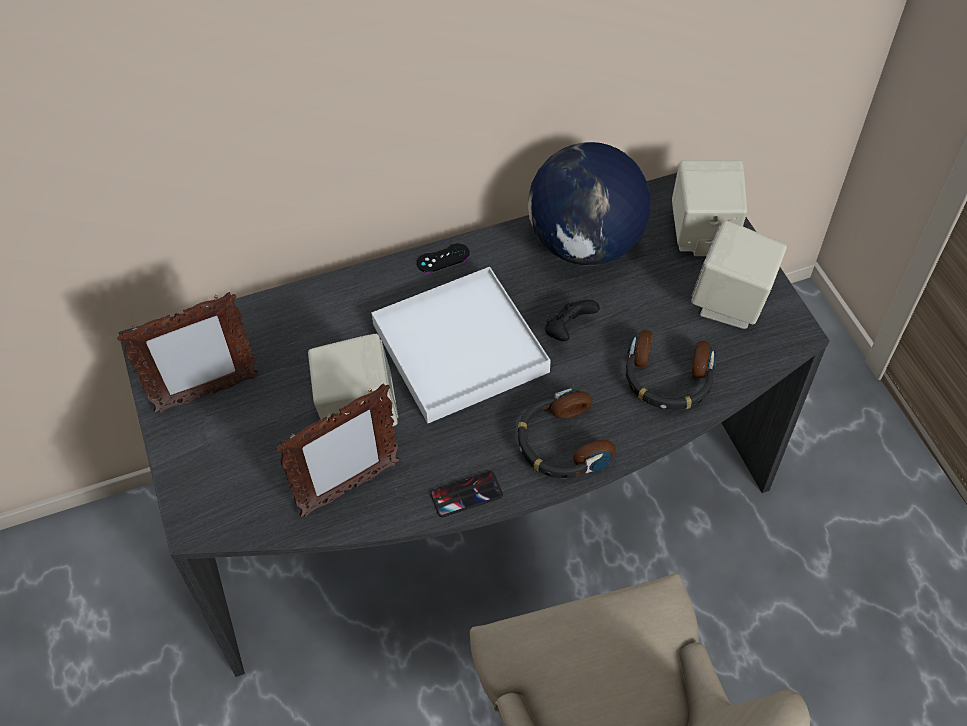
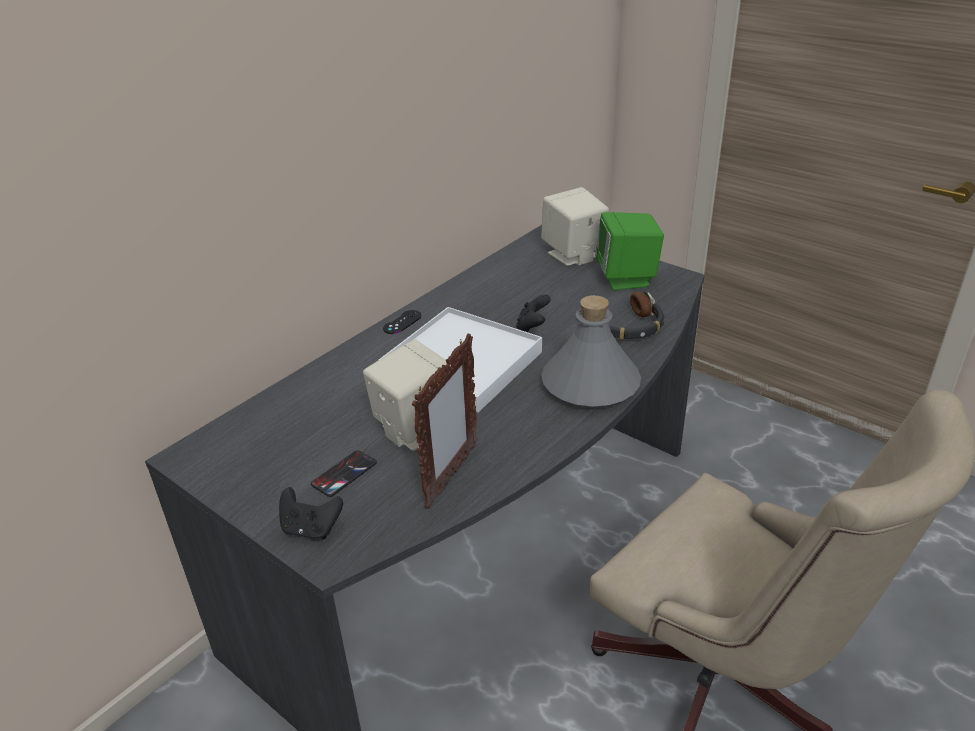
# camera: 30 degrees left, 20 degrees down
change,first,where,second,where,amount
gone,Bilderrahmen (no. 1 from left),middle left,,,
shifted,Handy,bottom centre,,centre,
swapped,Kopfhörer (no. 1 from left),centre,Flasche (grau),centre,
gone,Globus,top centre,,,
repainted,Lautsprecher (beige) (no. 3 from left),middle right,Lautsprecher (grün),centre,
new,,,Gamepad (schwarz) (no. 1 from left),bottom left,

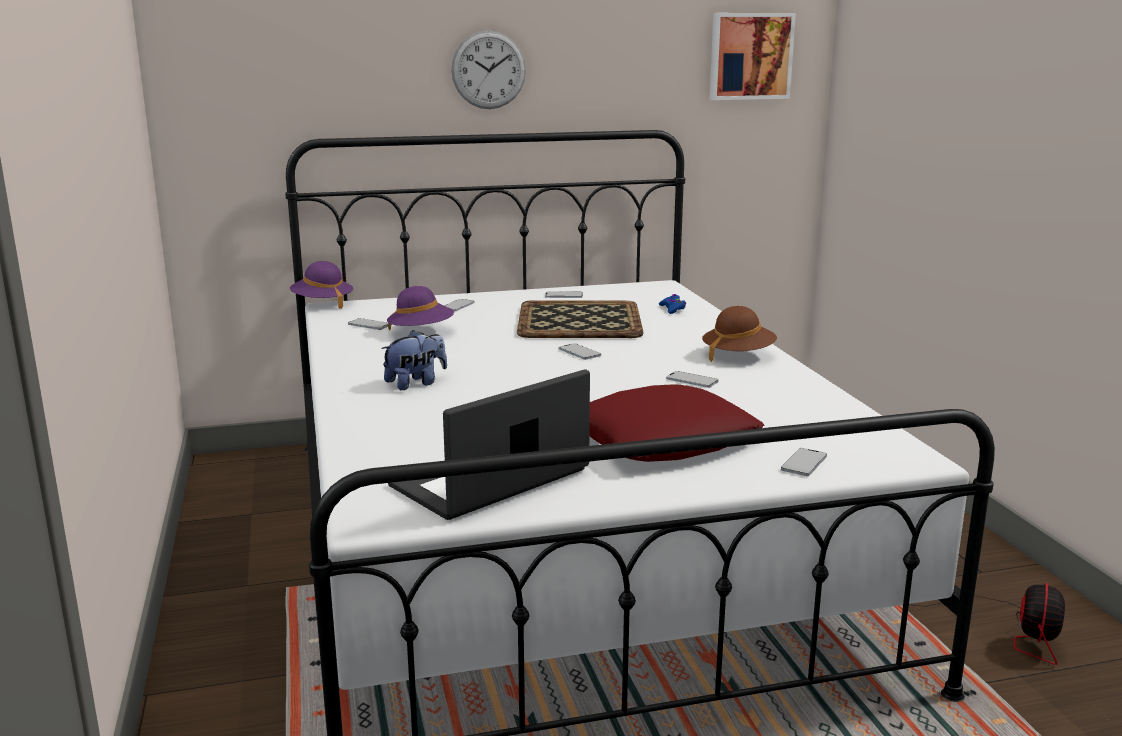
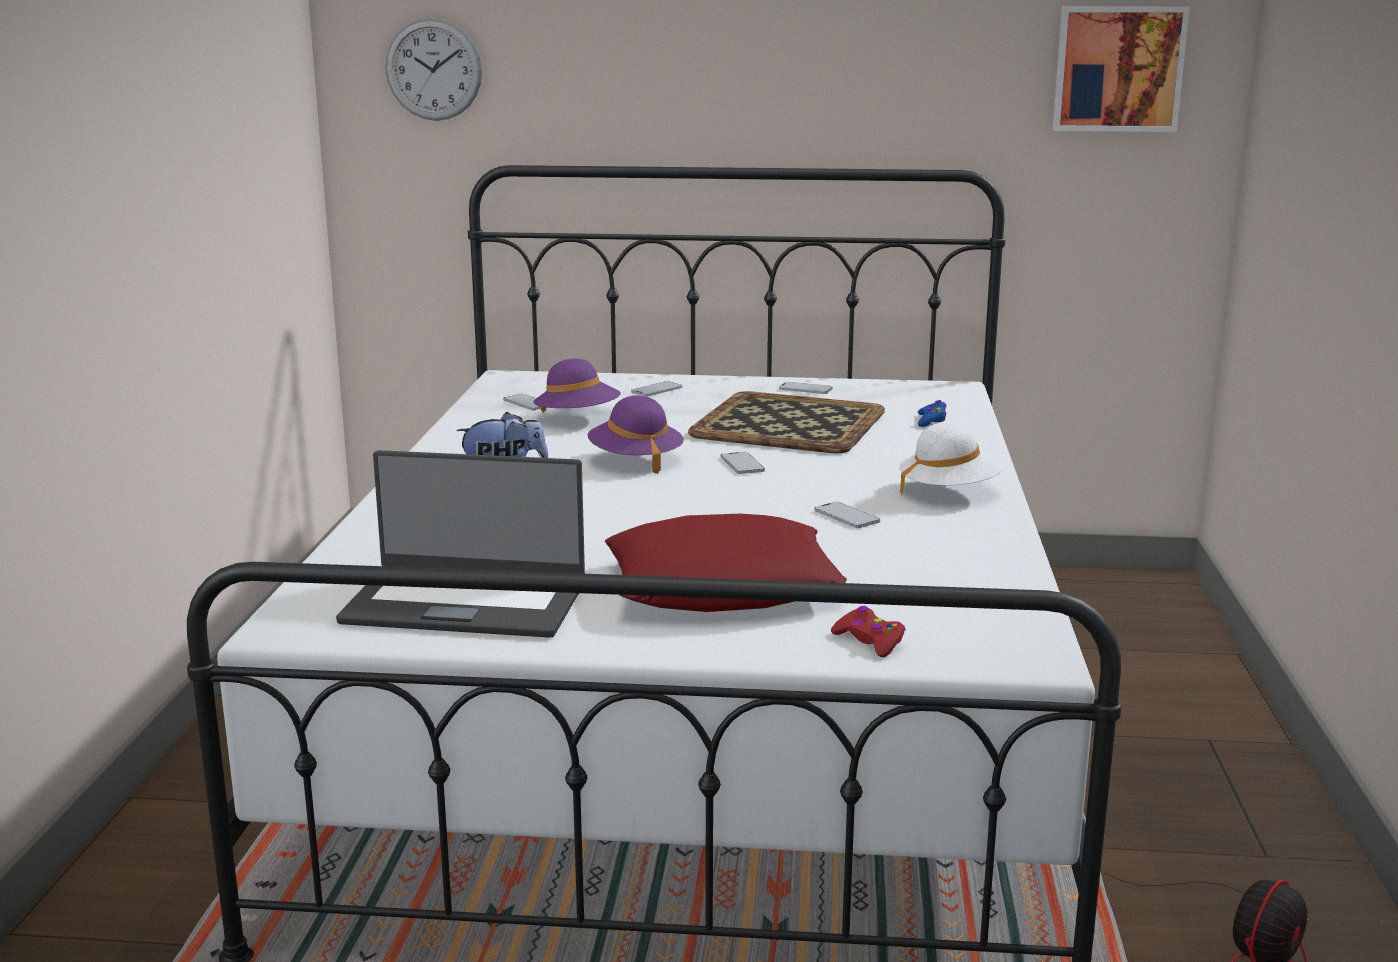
# camera: 20 degrees right, 0 degrees up
change,first,where,second,where,amount
shifted,Hut (lila) (no. 1 from left in the first image),middle left,Hut (lila) (no. 2 from left),centre,
rotated,Laptop,centre,,middle left,150 degrees counterclockwise
shifted,Wanduhr,top centre,,top left,
repainted,Hut (braun),centre,Hut (weiß),middle right,
swapped,Handy (no. 6 from left),middle right,Gamepad (rot),centre,

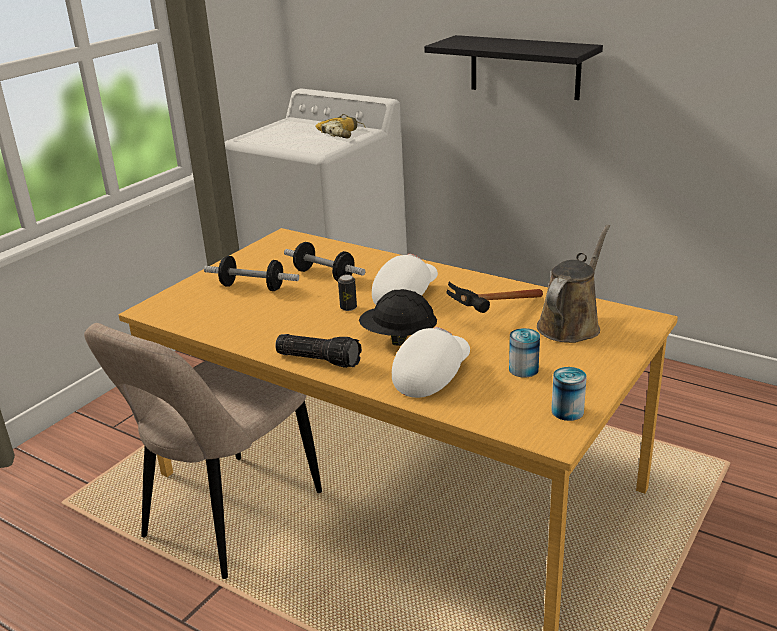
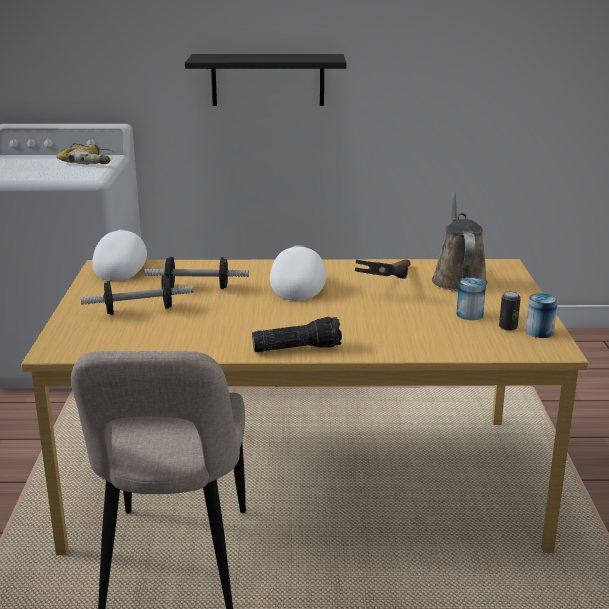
# camera: 35 degrees left, 5 degrees down
change,first,where,second,where,amount
shifted,Dose (no. 1 from left in the first image),centre,Dose (no. 2 from left),middle right,
gone,Schutzhelm (schwarz),centre,,,
shifted,Kappe (weiß) (no. 2 from left in the first image),centre,Kappe (weiß) (no. 1 from left),middle left,

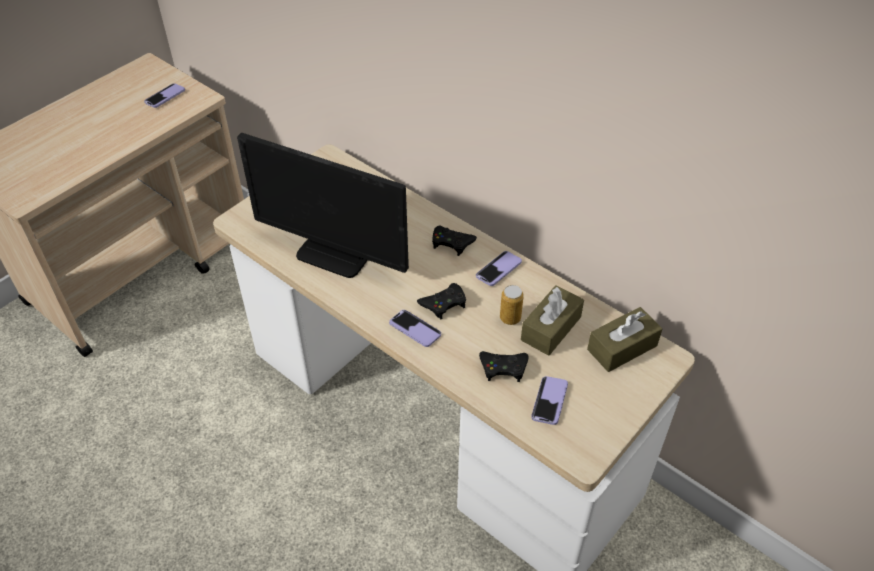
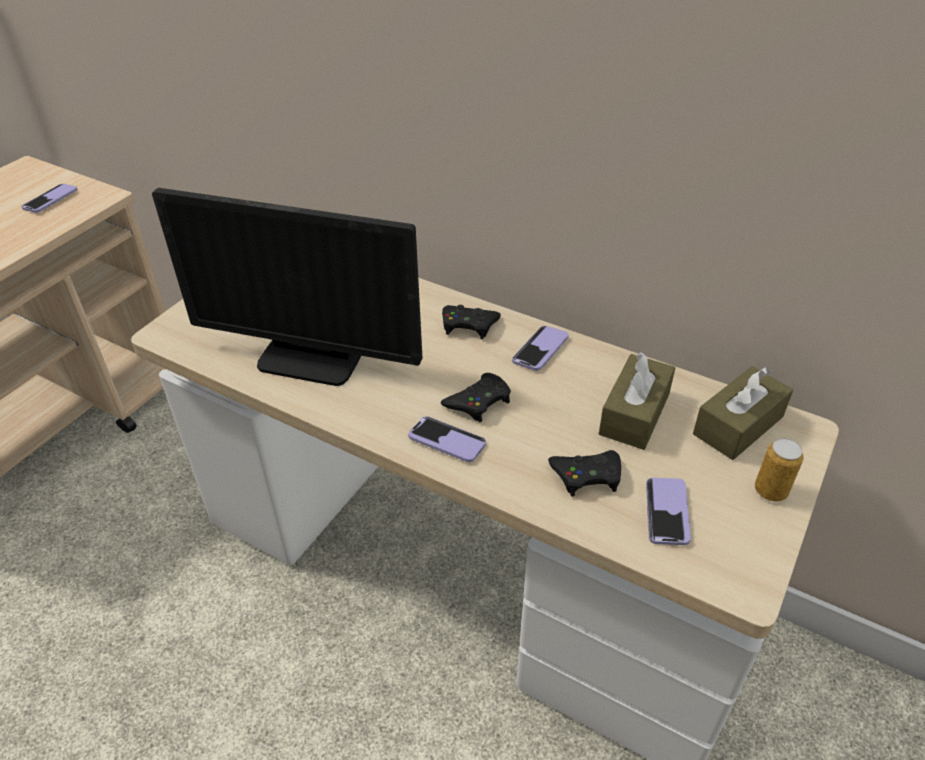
# camera: 10 degrees left, 5 degrees down
change,first,where,second,where,amount
shifted,Dose,centre,,middle right,

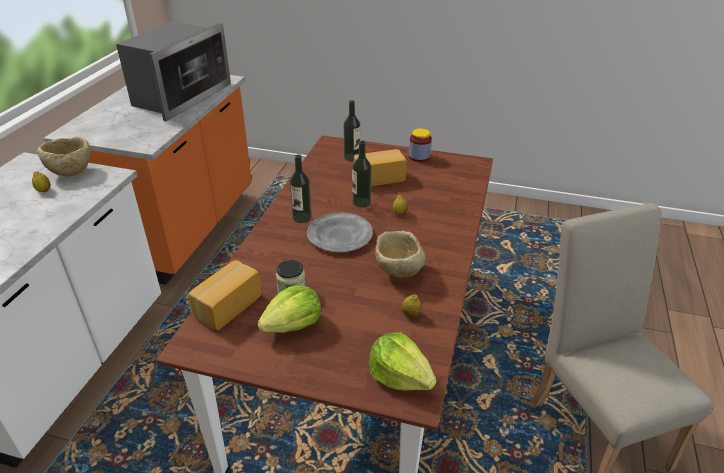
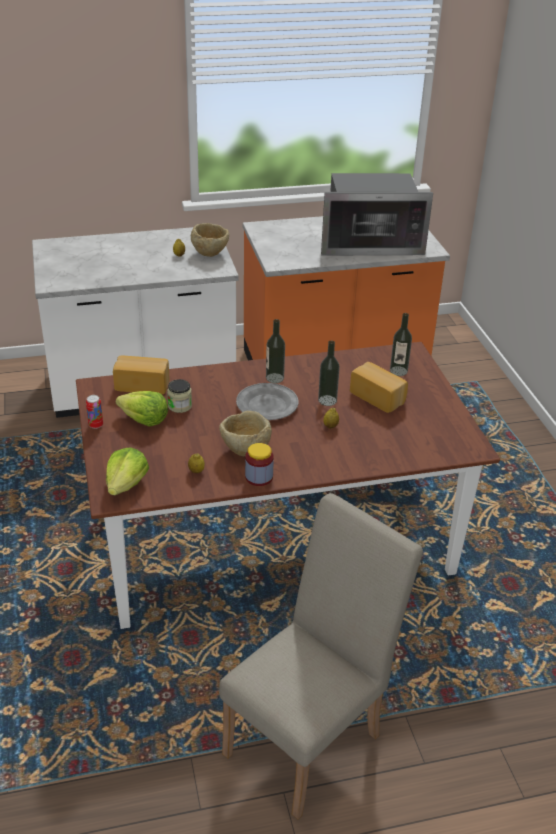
# camera: 60 degrees right, 0 degrees up
change,first,where,second,where,amount
shifted,Vorratsglas (no. 2 from left),top centre,,centre,
new,,,Dose,middle left,

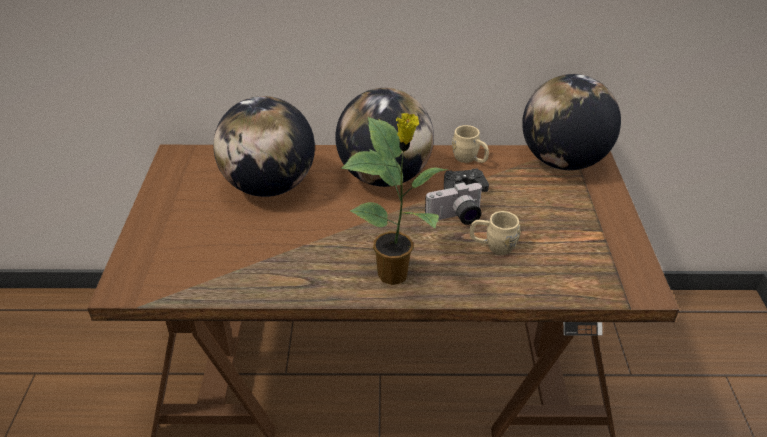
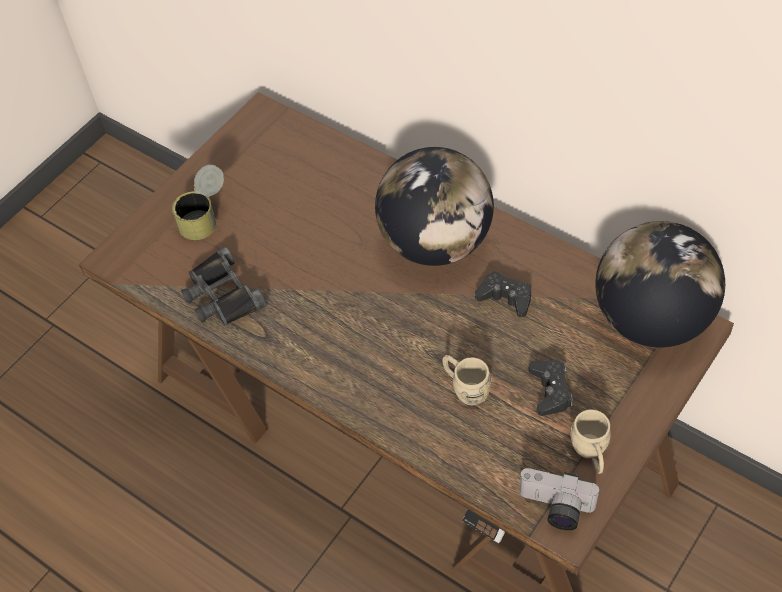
# camera: 40 degrees right, 15 degrees up
change,first,where,second,where,amount
gone,Globus (no. 1 from left),centre,,,
gone,Topfpflanze,centre,,,
shifted,Kamera,centre,,bottom right,
shifted,Henkelbecher (beige) (no. 1 from left in the first image),top centre,Henkelbecher (beige) (no. 2 from left),bottom right,
new,,,Dose,middle left,
new,,,Fernglas (schwarz),middle left,
new,,,Gamepad (schwarz) (no. 2 from left),middle right,

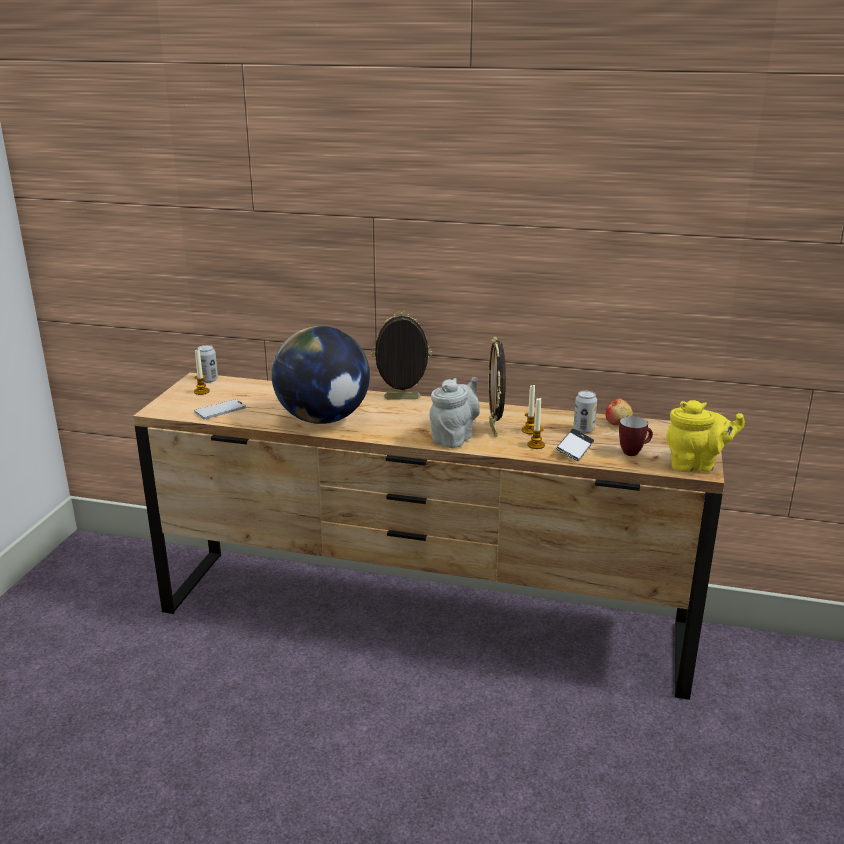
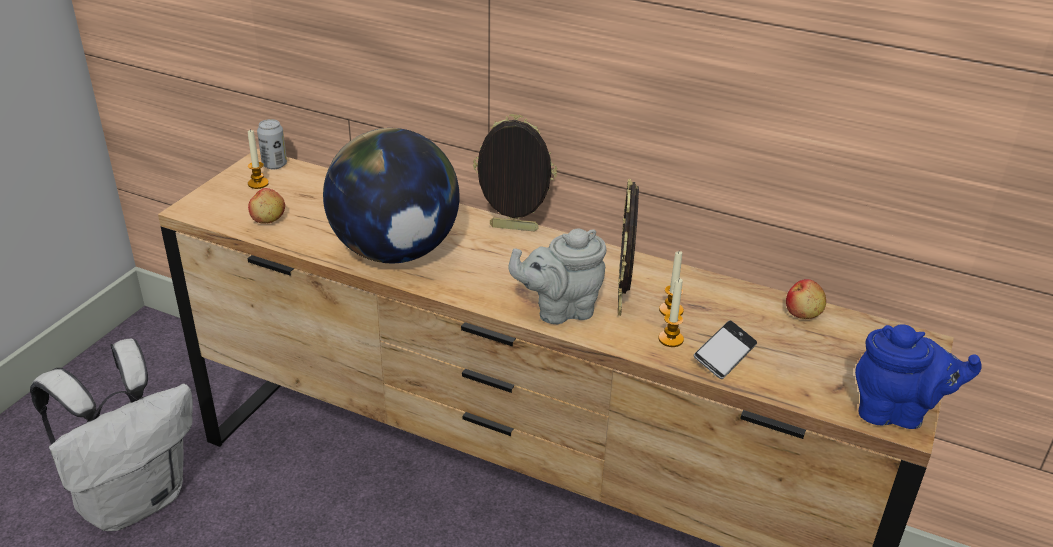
# camera: 10 degrees right, 10 degrees up
change,first,where,second,where,amount
swapped,Handy (no. 1 from left),middle left,Apfel (no. 1 from left),middle left,
rotated,Teekanne (grau),centre,,centre,150 degrees counterclockwise
gone,Dose (no. 2 from left),middle right,,,
gone,Henkelbecher,middle right,,,
repainted,Teekanne (gelb),middle right,Teekanne (blau),bottom right,
new,,,Rucksack (weiß),bottom left,

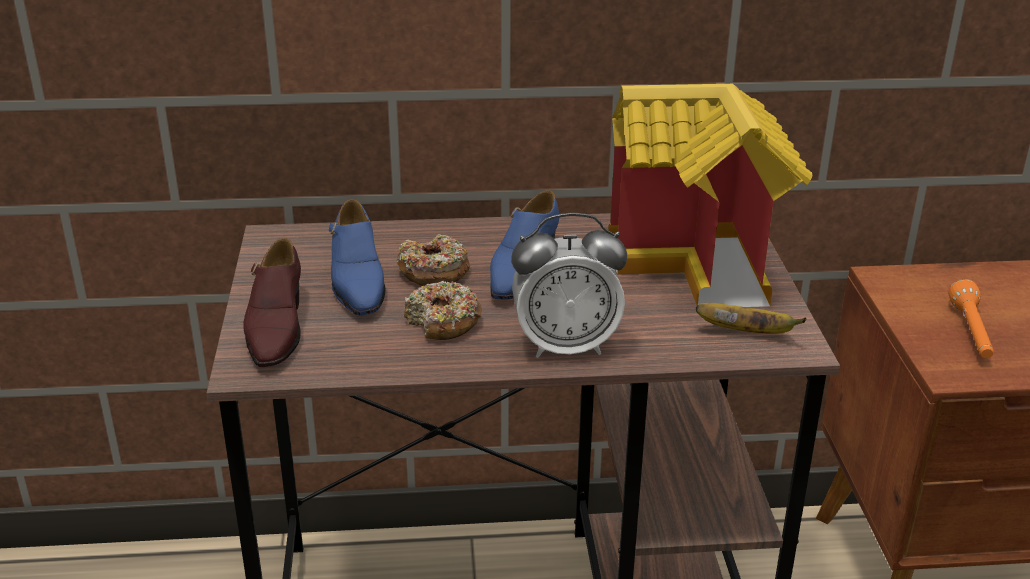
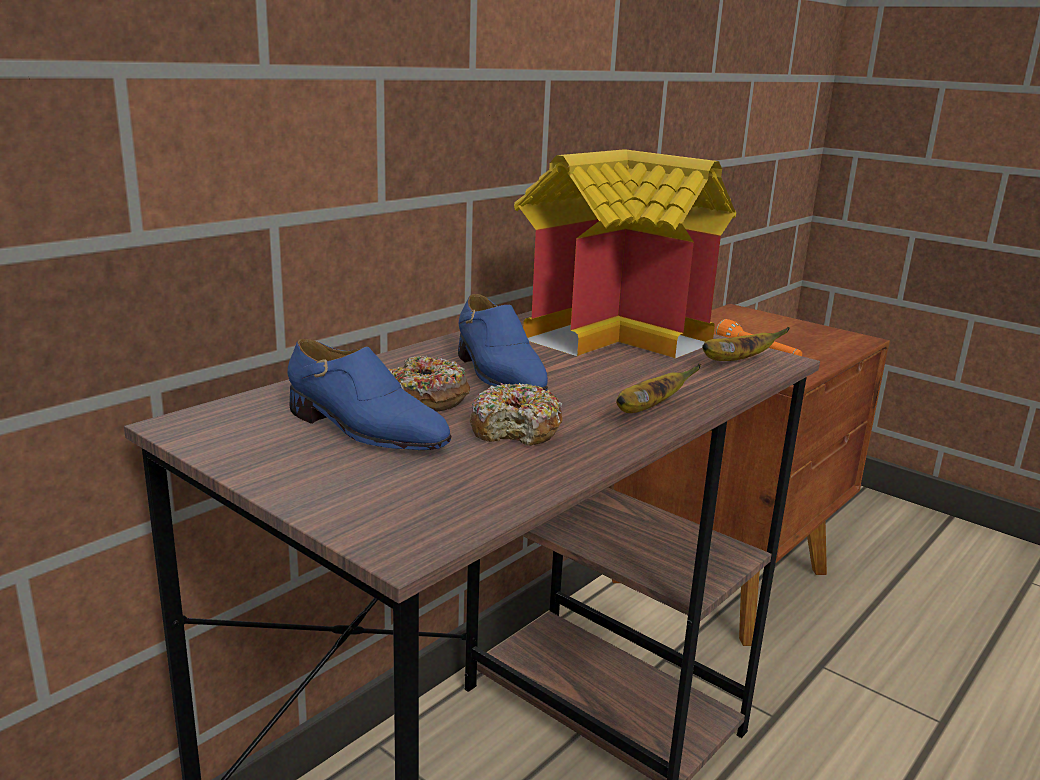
# camera: 45 degrees left, 10 degrees down
change,first,where,second,where,amount
gone,Schuh (braun),middle left,,,
swapped,Wecker,centre,Banane (no. 1 from left),centre,

